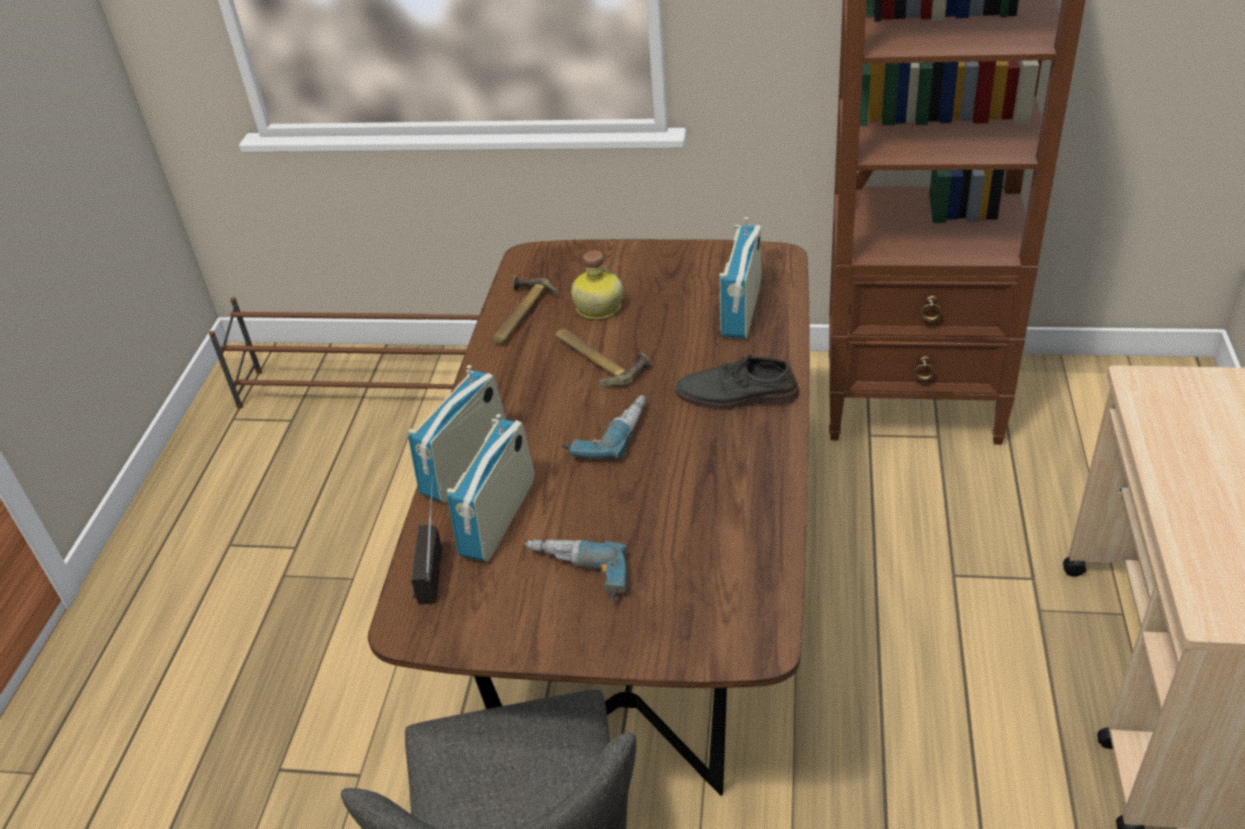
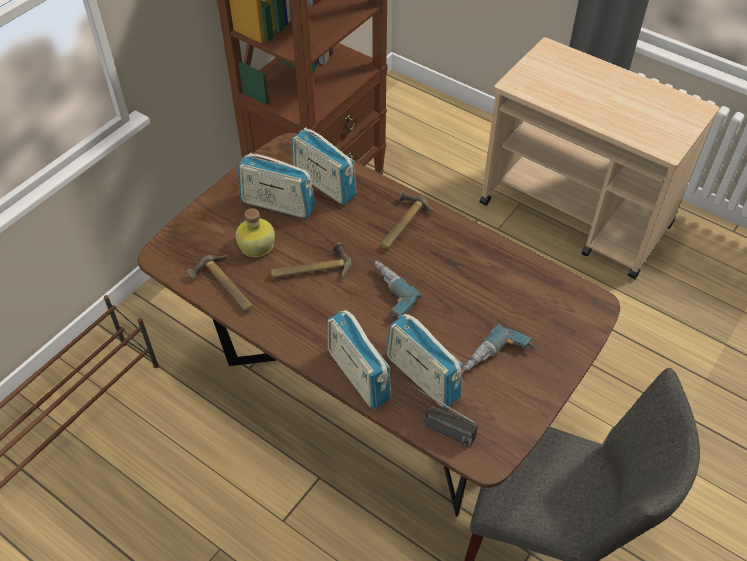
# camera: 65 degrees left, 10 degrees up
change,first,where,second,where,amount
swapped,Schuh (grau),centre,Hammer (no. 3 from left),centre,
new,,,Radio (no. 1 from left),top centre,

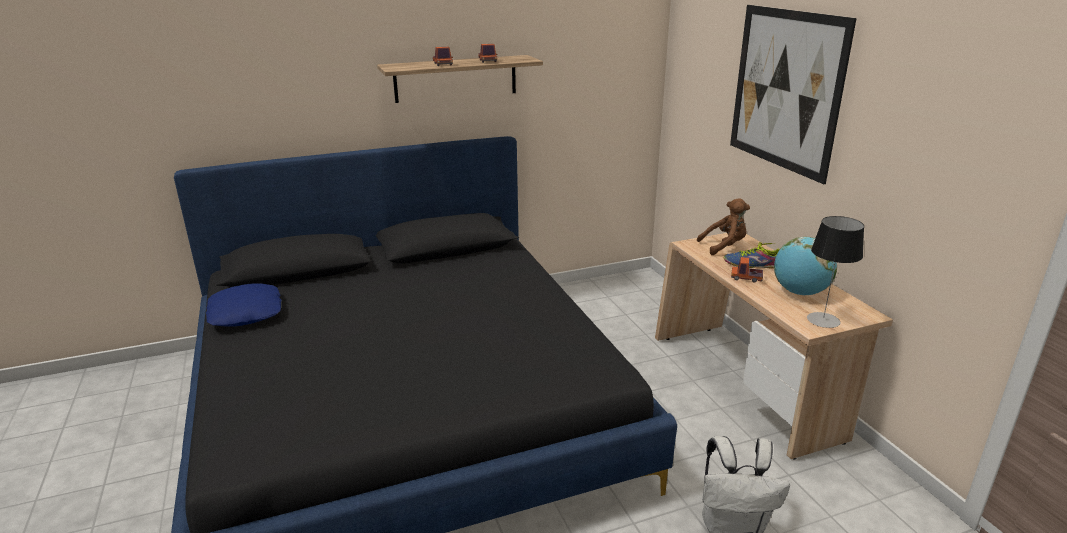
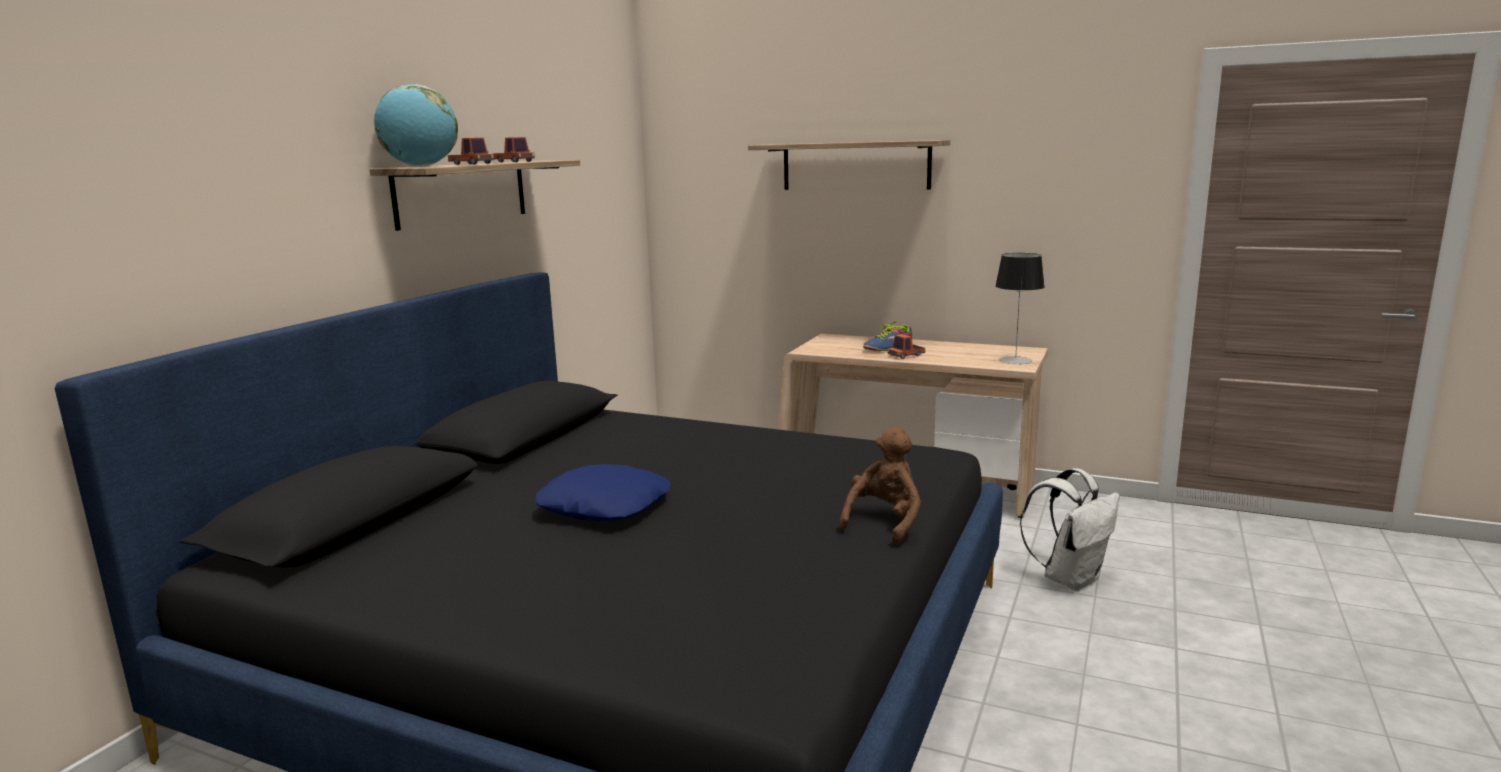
# camera: 45 degrees left, 10 degrees down
change,first,where,second,where,amount
shifted,Kissen (blau),middle left,,centre,
shifted,Plüschtier (braun),middle right,,centre,
swapped,Bild,top right,Wandregal (no. 2 from left),top centre,
shifted,Globus,middle right,,top left,

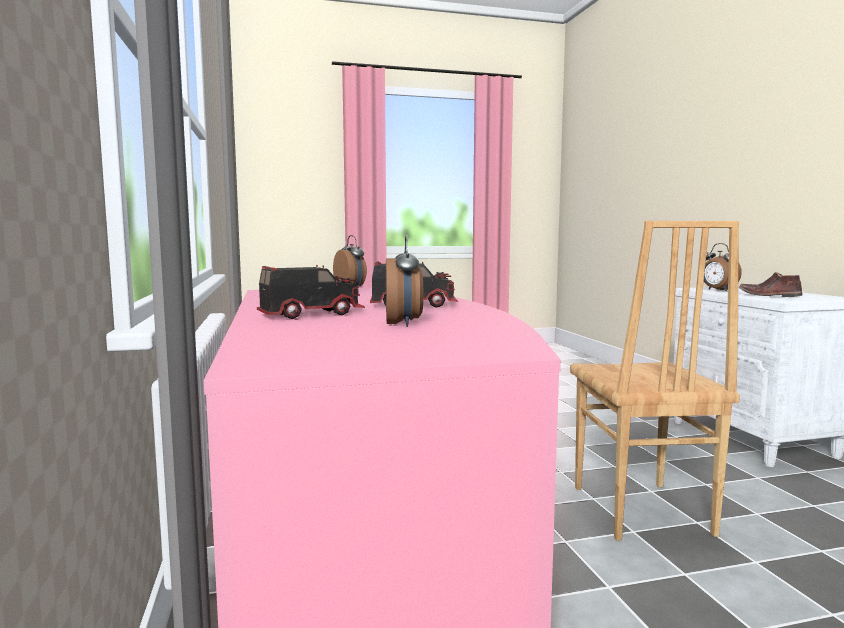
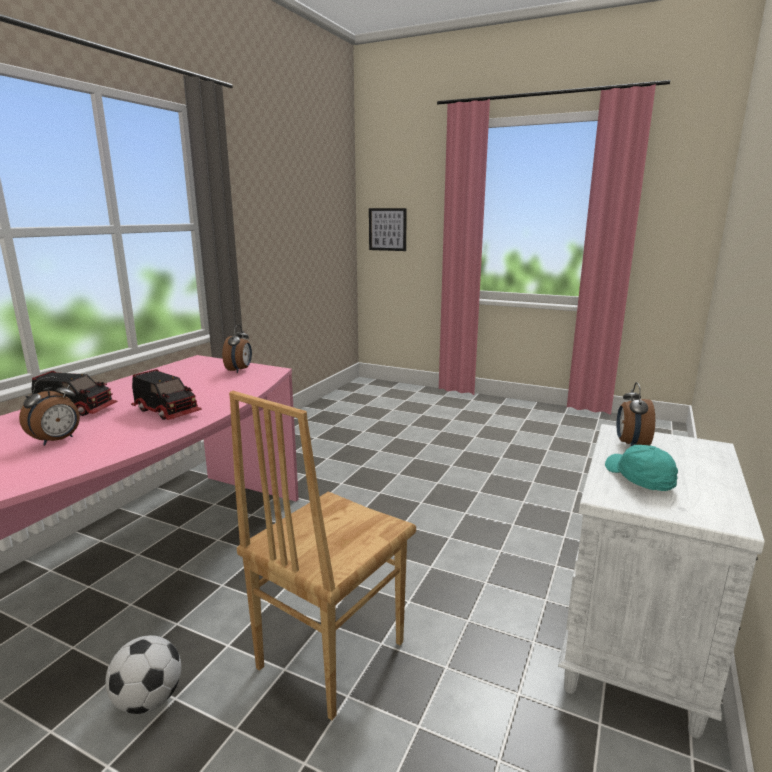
# camera: 40 degrees right, 10 degrees up
change,first,where,second,where,amount
swapped,Schuh (braun),middle right,Kappe (türkis),middle right,
new,,,Fußball,bottom left,
new,,,Bild,top centre,

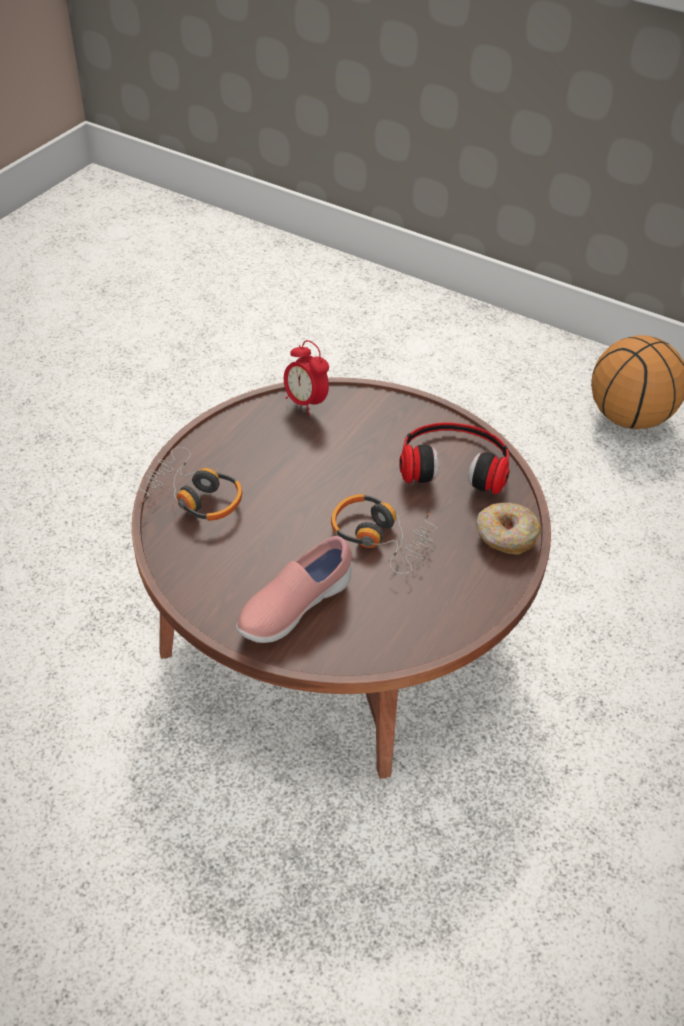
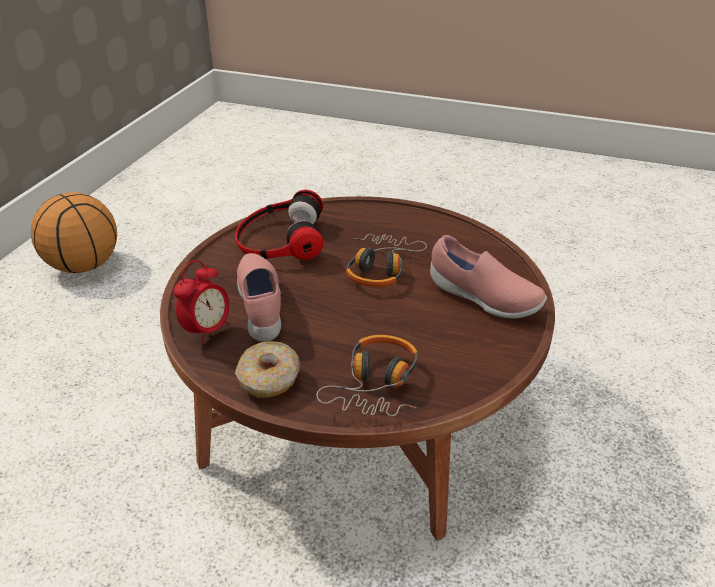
# camera: 100 degrees left, 10 degrees down
change,first,where,second,where,amount
shifted,Donut,middle right,,centre,
new,,,Schuh (rosa) (no. 1 from left),centre,

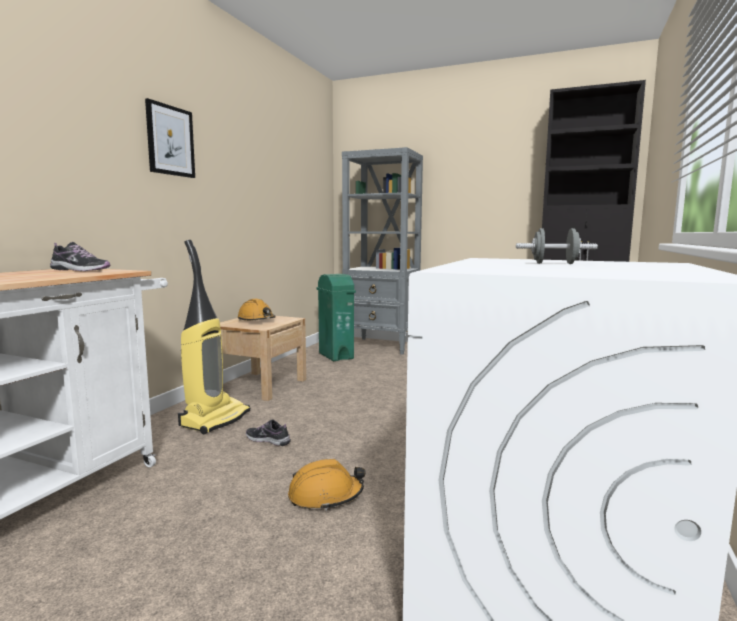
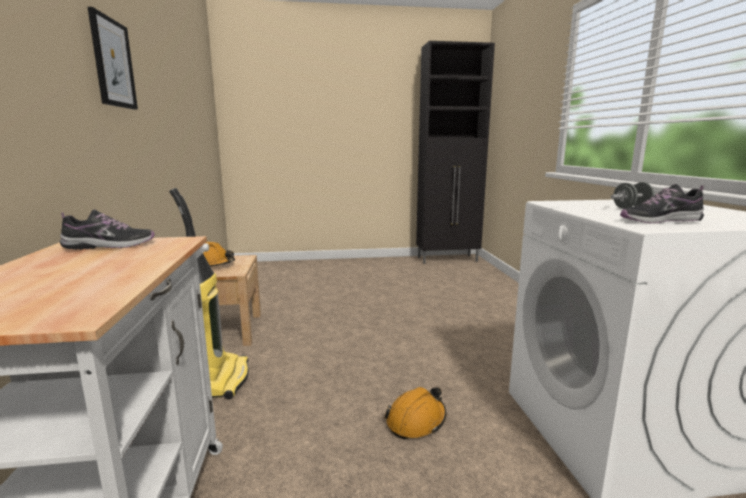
# camera: 30 degrees left, 5 degrees up
change,first,where,second,where,amount
shifted,Schuh (no. 2 from left),bottom centre,,middle right,
gone,Mülleimer (grün),centre,,,
gone,Bücherregal (grau),centre,,,

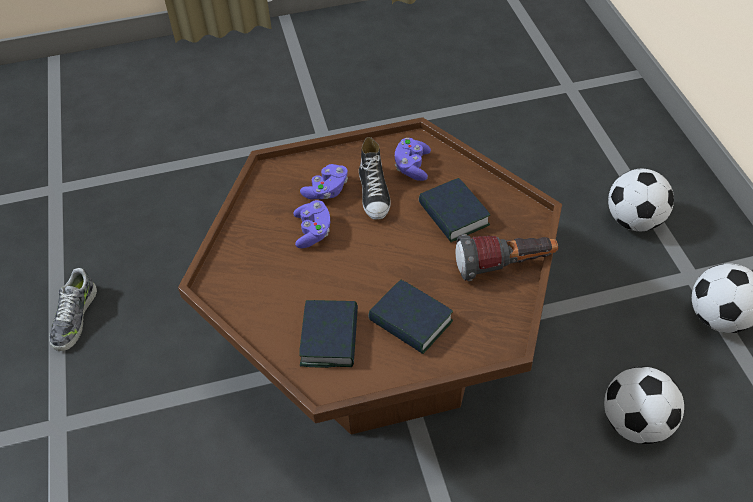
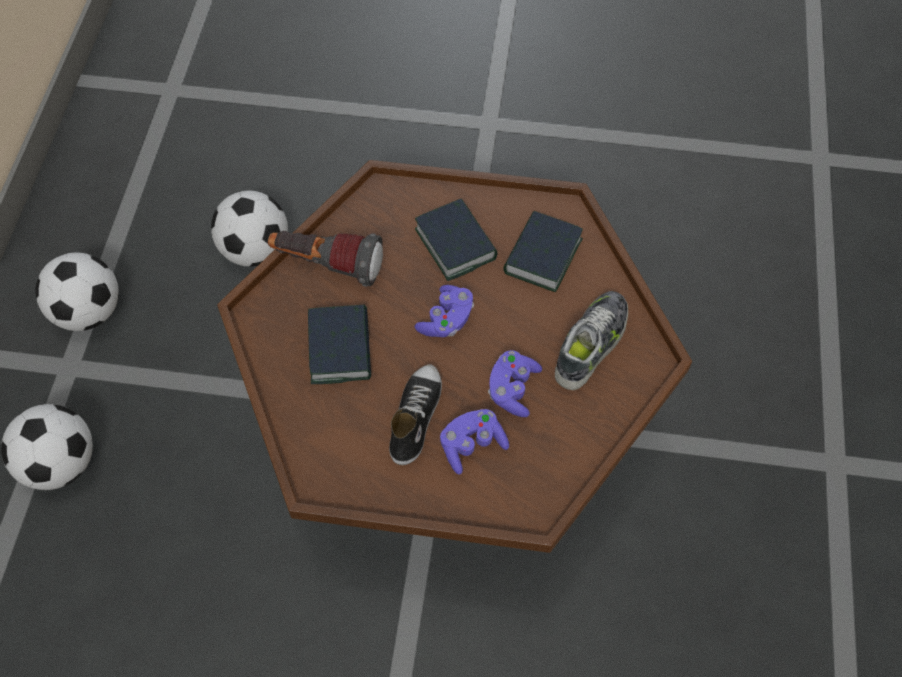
# camera: 160 degrees left, 10 degrees up
change,first,where,second,where,amount
shifted,Schuh (no. 1 from left in the first image),middle left,Schuh (no. 2 from left),centre,
shifted,Gamepad (lila) (no. 3 from left in the first image),top centre,Gamepad (lila) (no. 1 from left),centre,

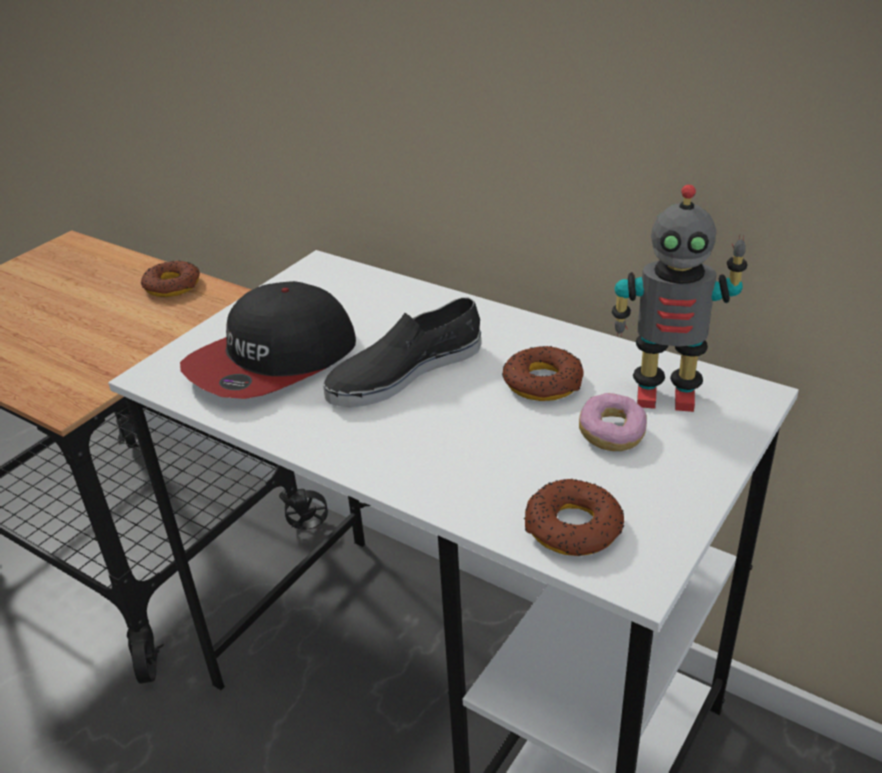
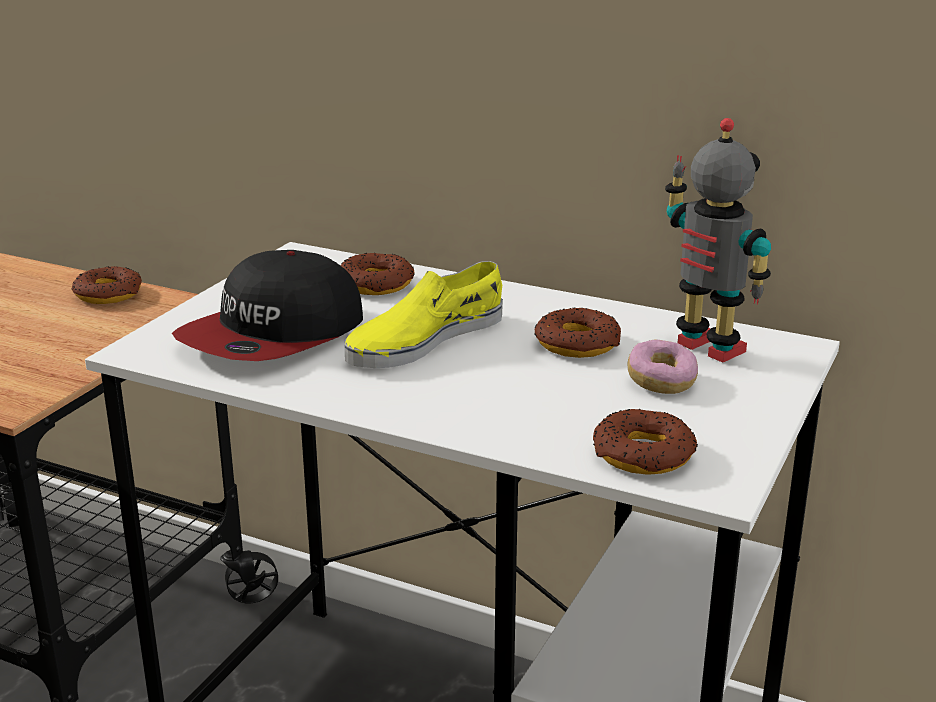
# camera: 10 degrees left, 10 degrees down
change,first,where,second,where,amount
repainted,Schuh (schwarz),centre,Schuh (gelb),centre,
rotated,Spielzeugroboter,middle right,,middle right,135 degrees counterclockwise
new,,,Donut (no. 2 from left),centre,

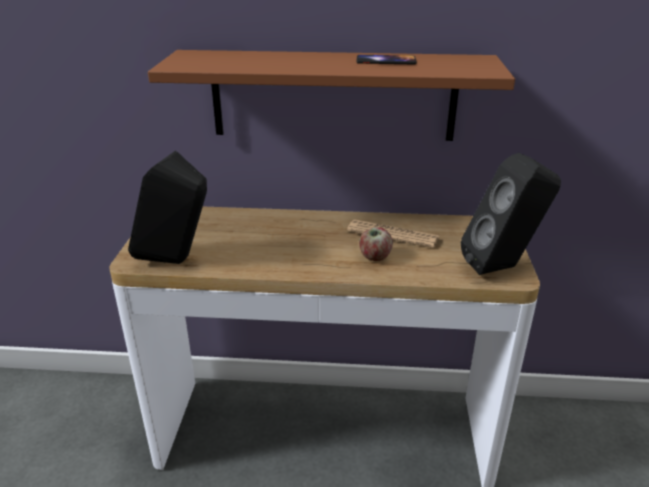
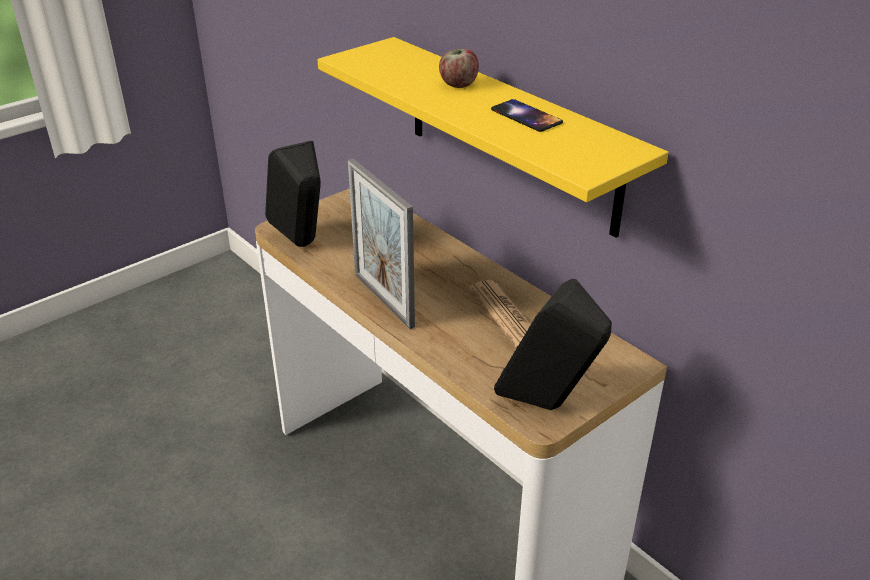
# camera: 45 degrees right, 5 degrees up
change,first,where,second,where,amount
repainted,Wandregal (braun),top centre,Wandregal (gelb),top centre,
shifted,Apfel,centre,,top centre,
new,,,Bilderrahmen,centre,

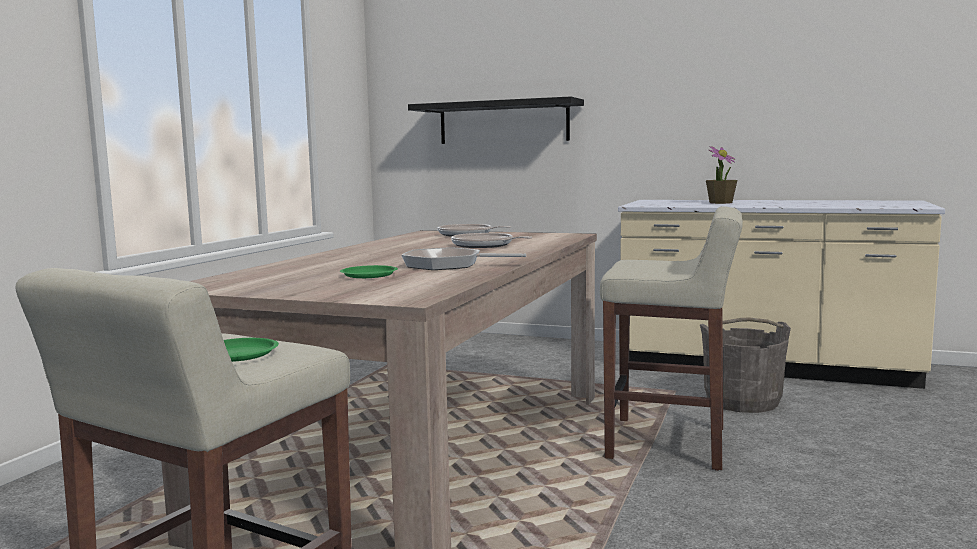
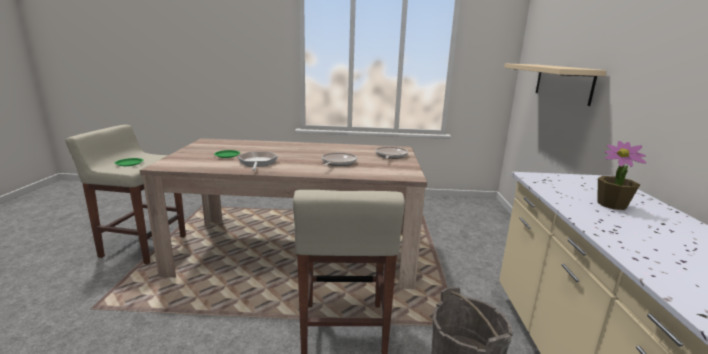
# camera: 70 degrees right, 10 degrees up
change,first,where,second,where,amount
repainted,Wandregal (schwarz),top centre,Wandregal (beige),top right,

